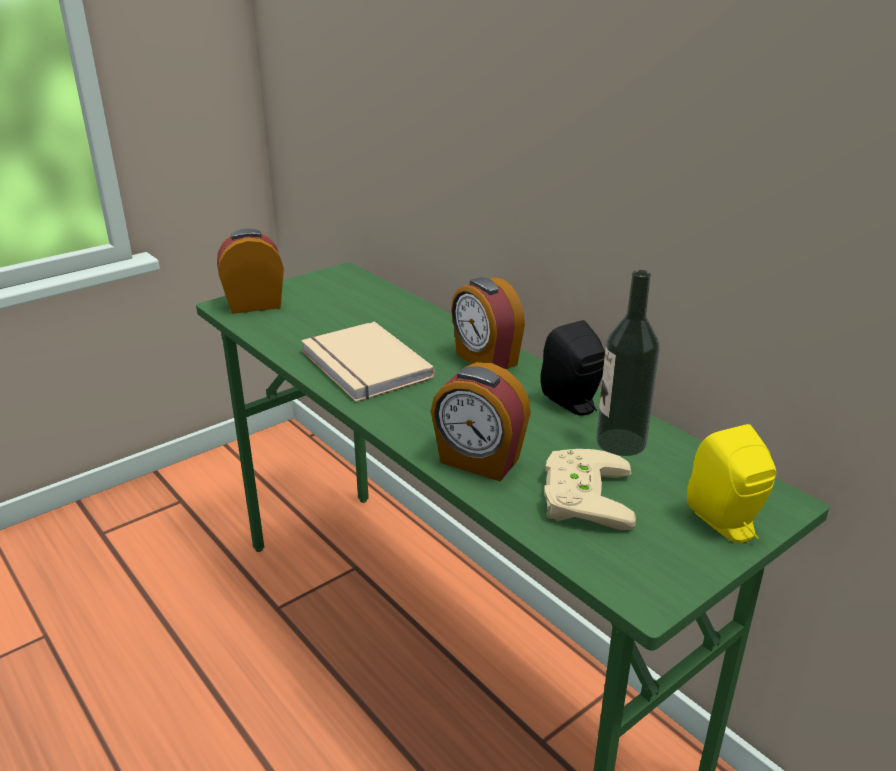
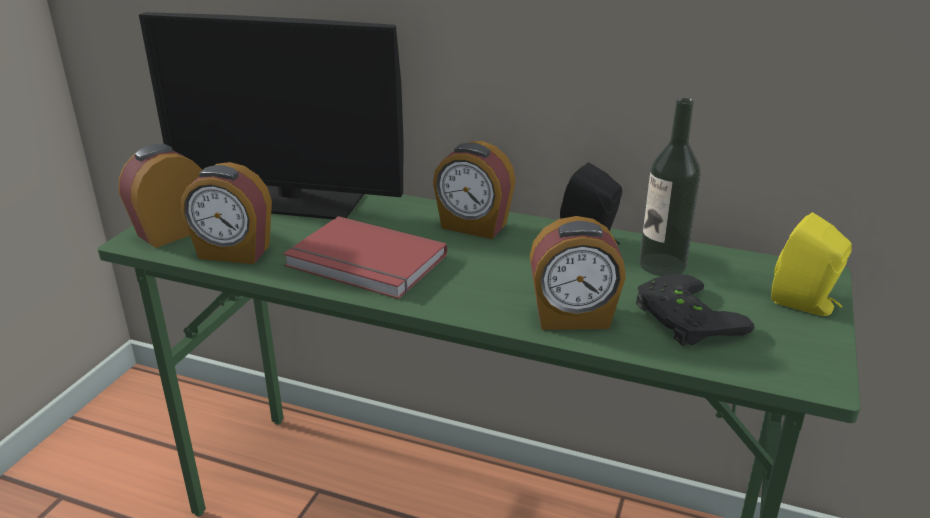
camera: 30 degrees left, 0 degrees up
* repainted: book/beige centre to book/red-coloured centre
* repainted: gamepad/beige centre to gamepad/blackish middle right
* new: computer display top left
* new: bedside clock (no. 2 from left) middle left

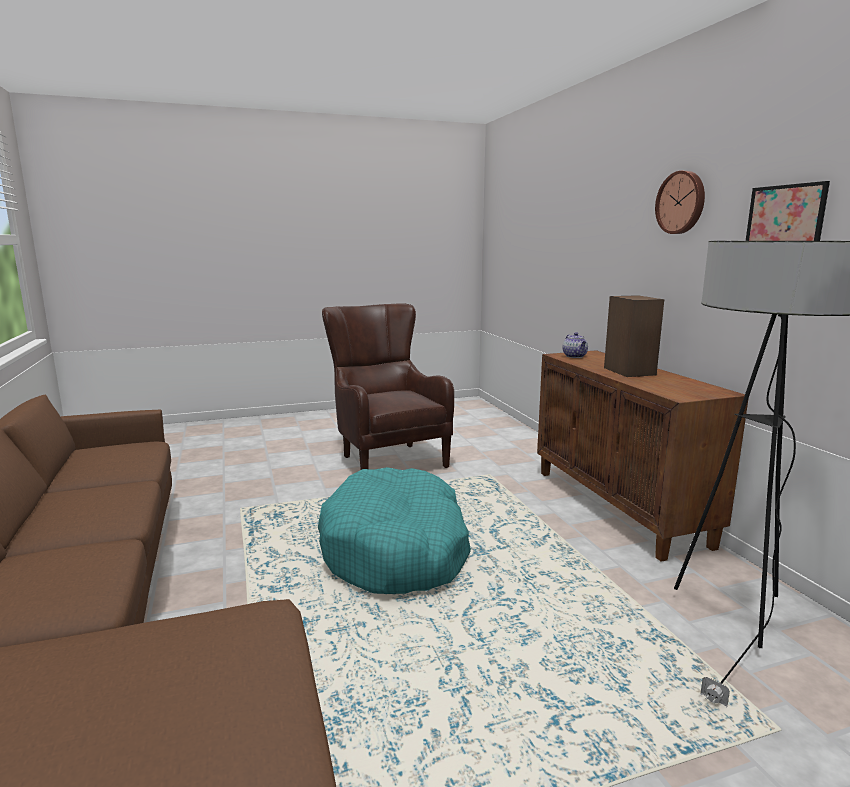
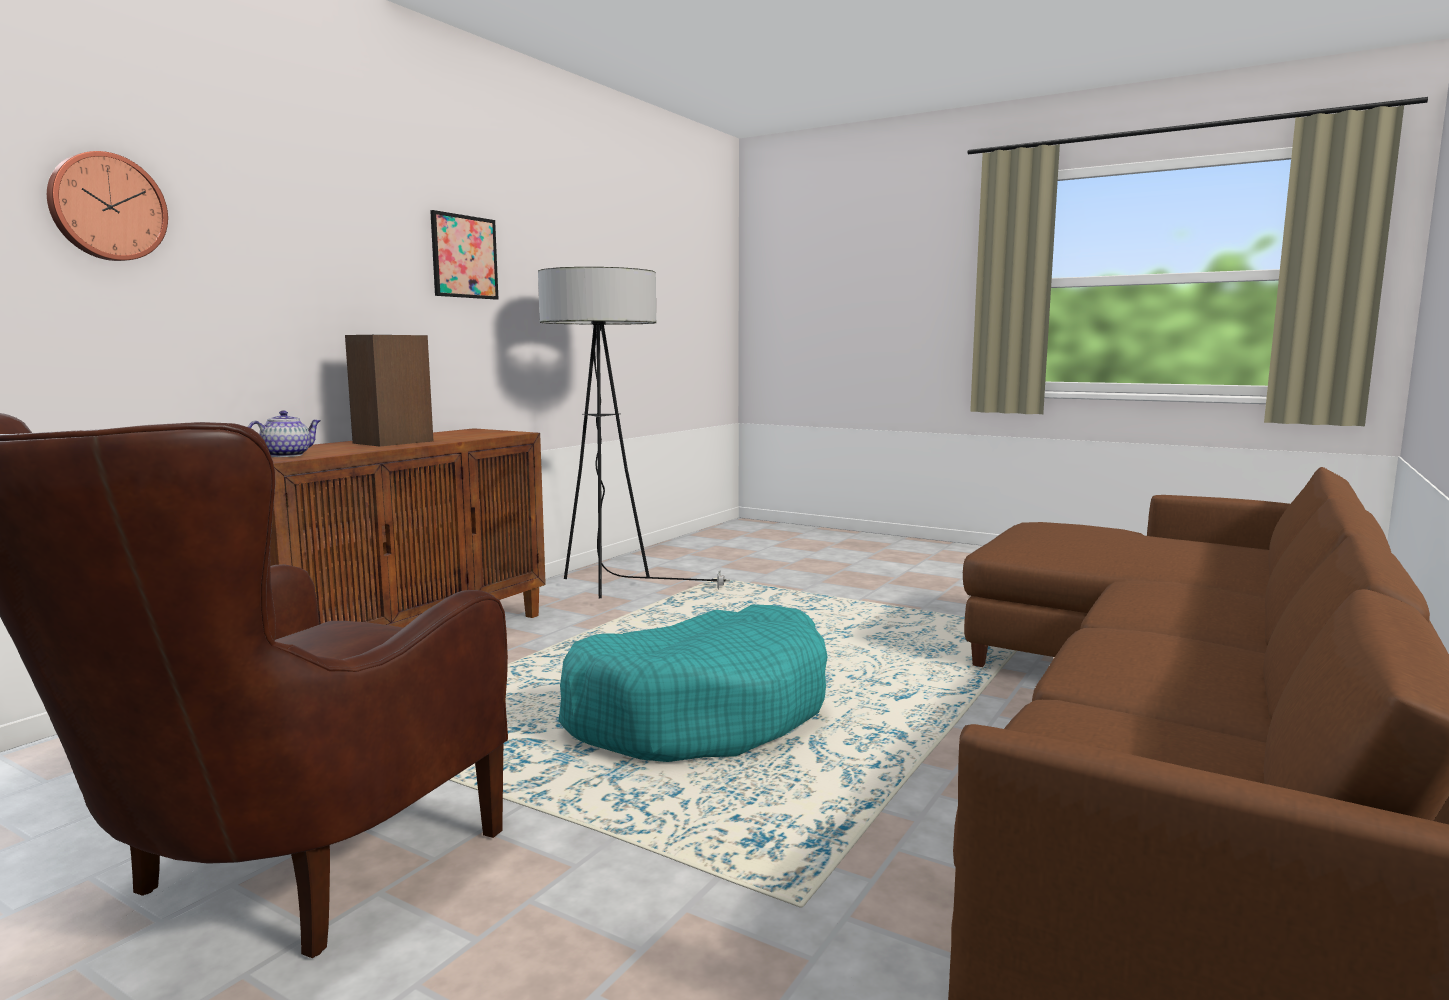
camera: 130 degrees left, 5 degrees down
* shifted: hanging clock top right to top left

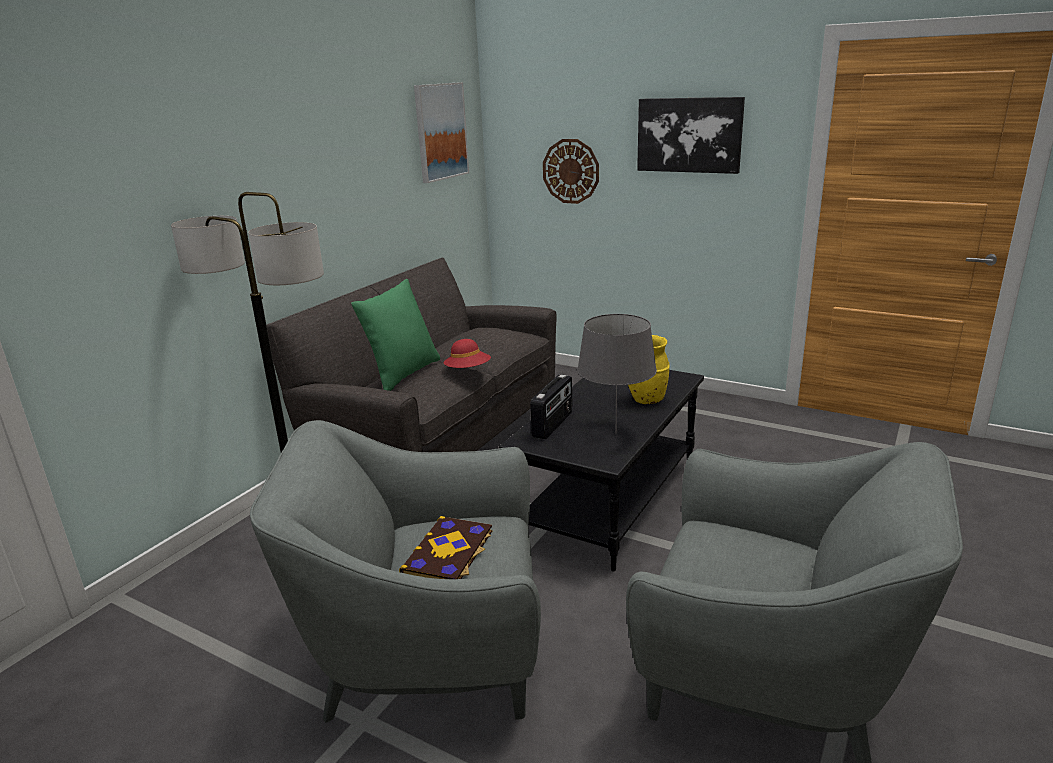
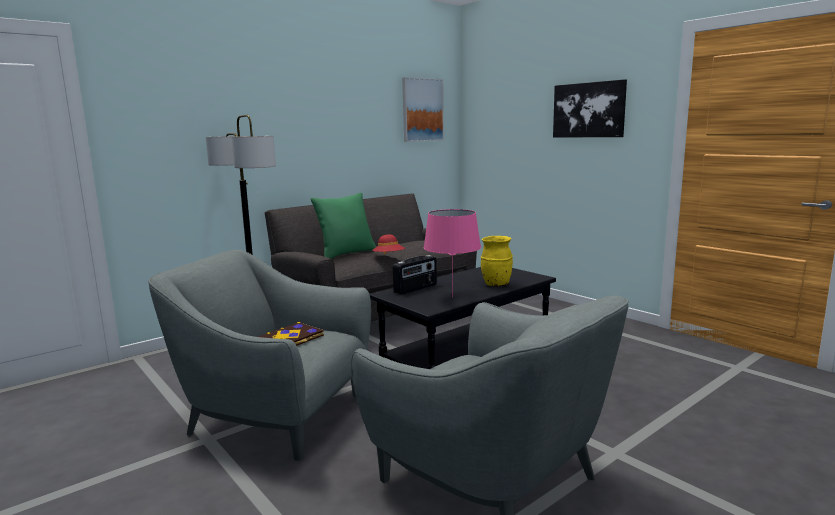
camera: 20 degrees right, 10 degrees down
* gone: hanging clock top centre
* repainted: lamp for a table/grey centre to lamp for a table/pink-coloured centre

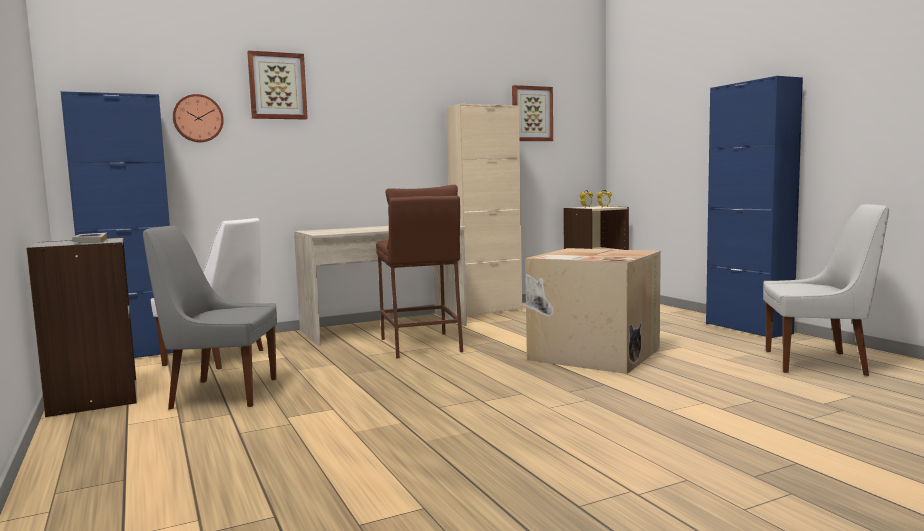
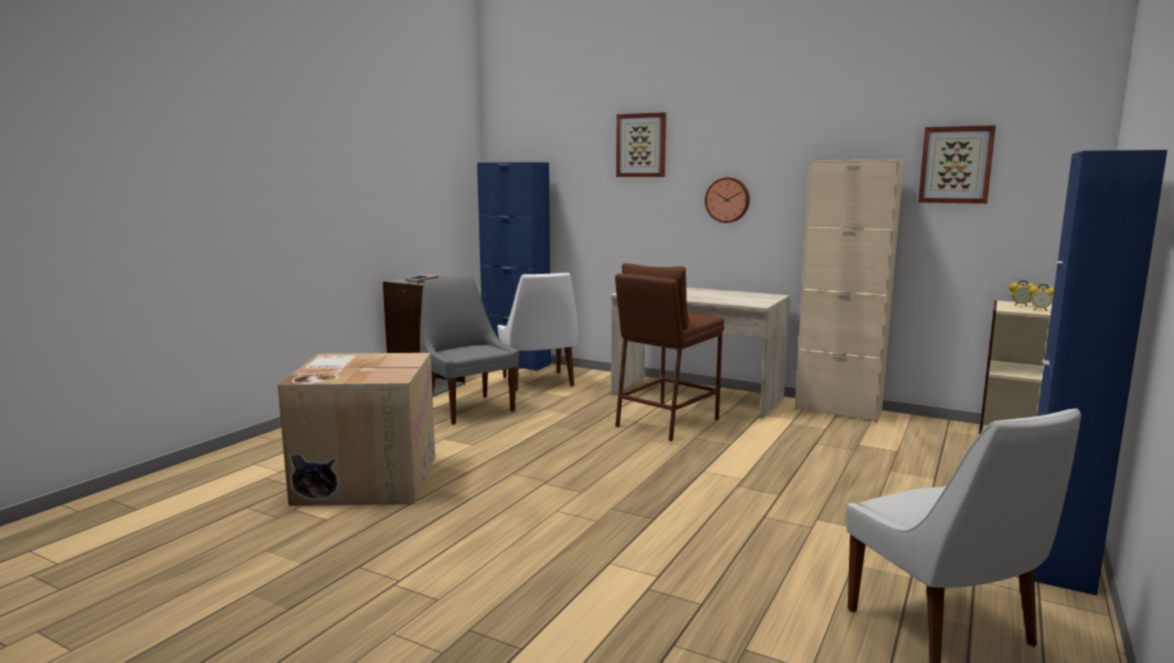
camera: 55 degrees right, 5 degrees up
* shifted: hanging clock top left to top centre
* shifted: carton centre to middle left

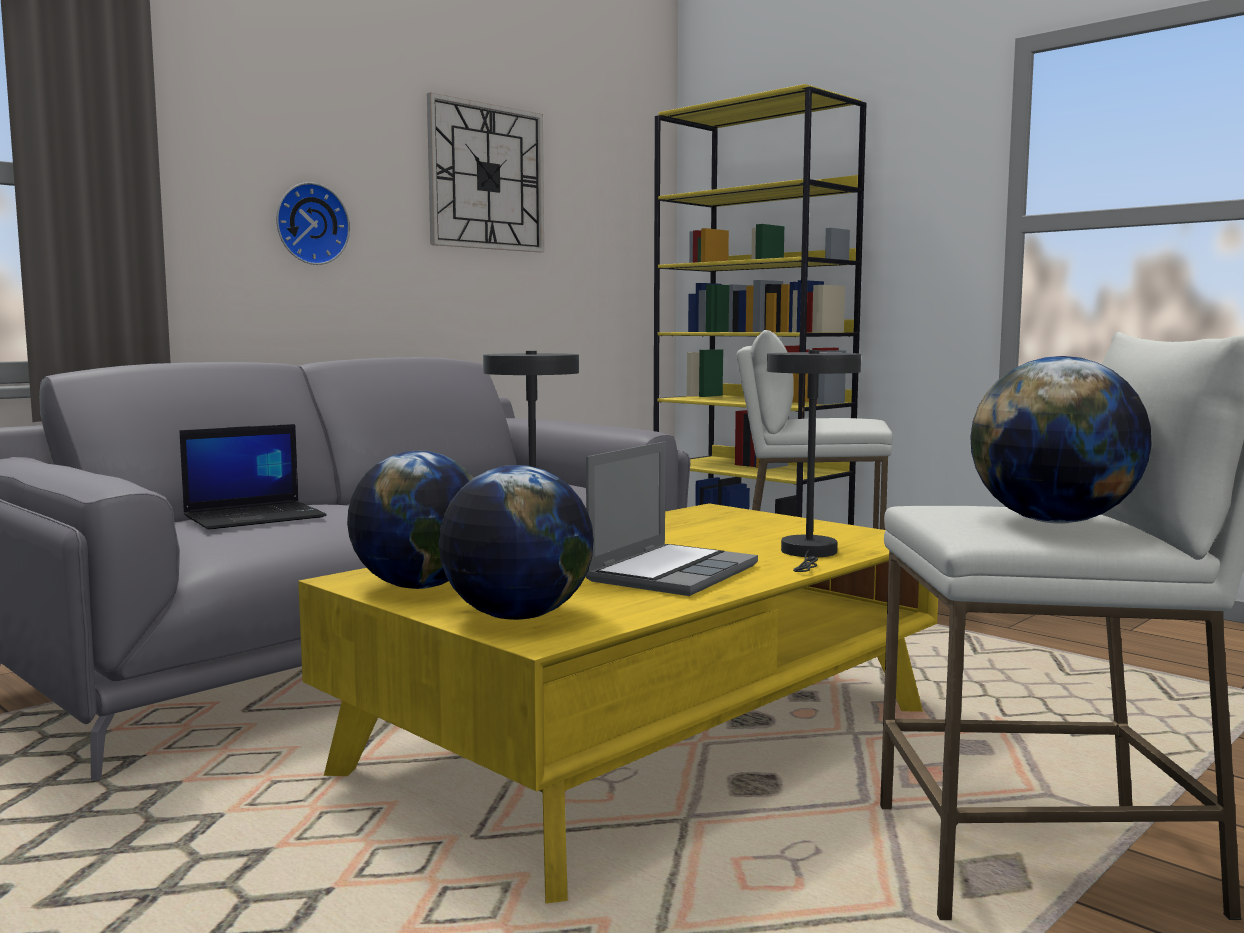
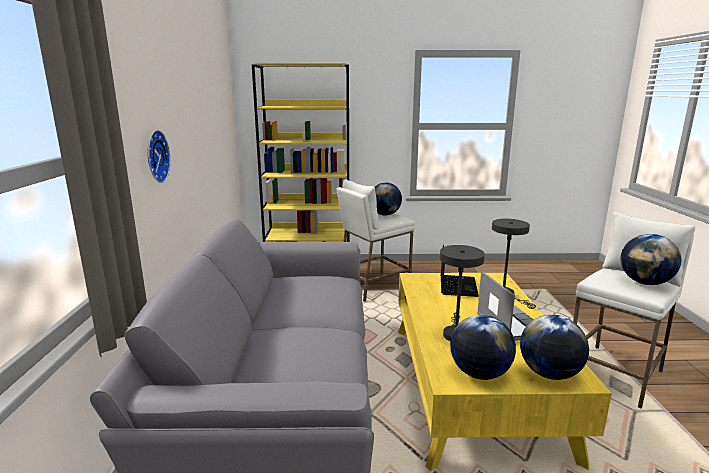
camera: 45 degrees left, 10 degrees up
* shifted: portable computer (no. 1 from left) middle left to centre
* gone: hanging clock (no. 2 from left) top centre
* new: globe (no. 1 from left) centre

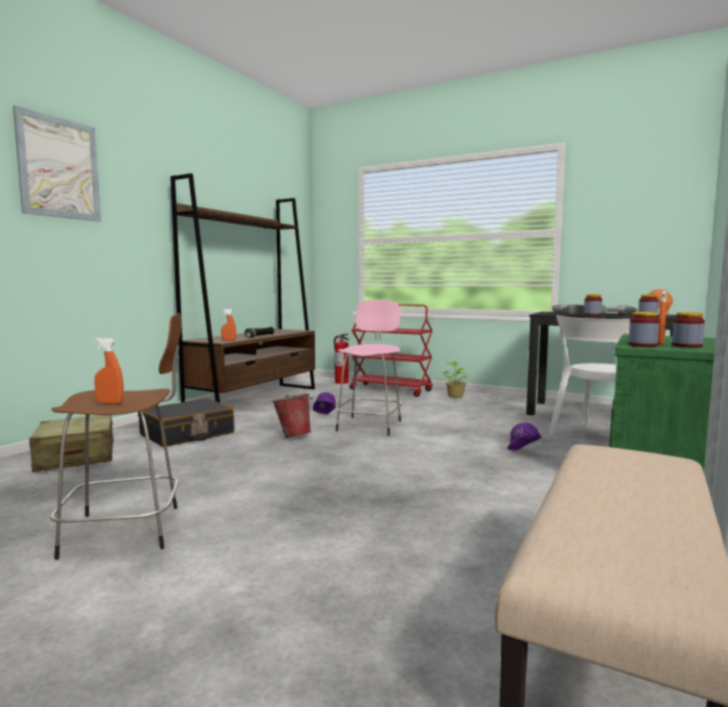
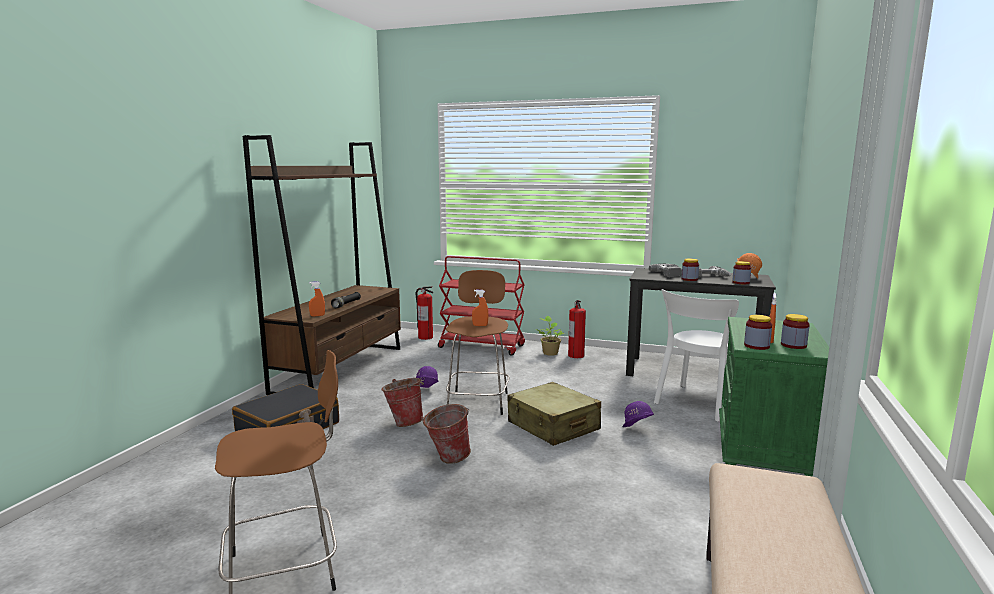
camera: 10 degrees left, 5 degrees up
* gone: picture top left
* shifted: piece of luggage/beige middle left to bottom centre
* shifted: sprayer/orangey (no. 1 from left in the first image) middle left to sprayer/orangey (no. 2 from left) centre
* repainted: sitting stool/pink-coloured centre to sitting stool/brown-coloured (no. 2 from left) centre
* new: pail (no. 2 from left) bottom centre
* new: fire-fighting cylinder (no. 2 from left) centre

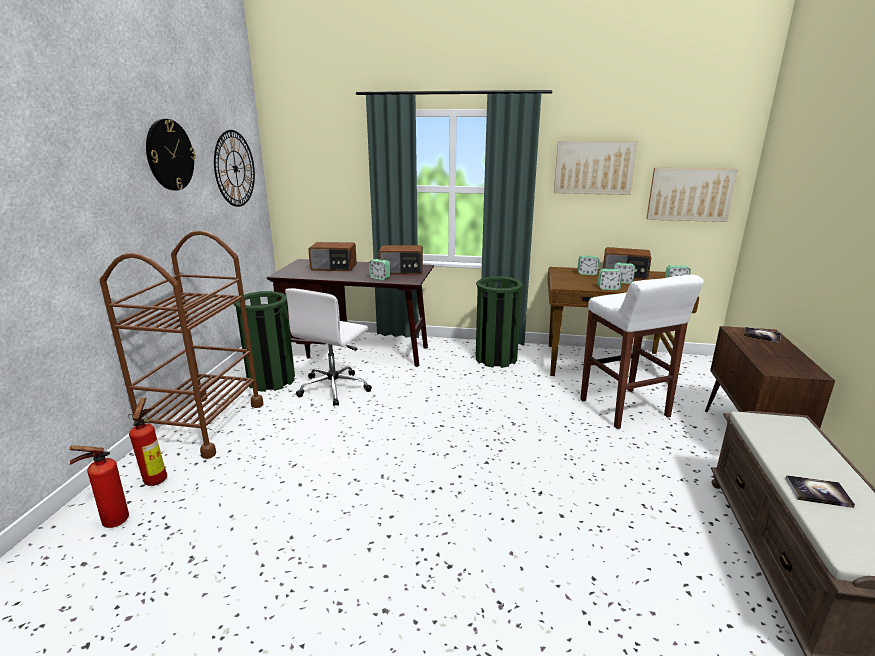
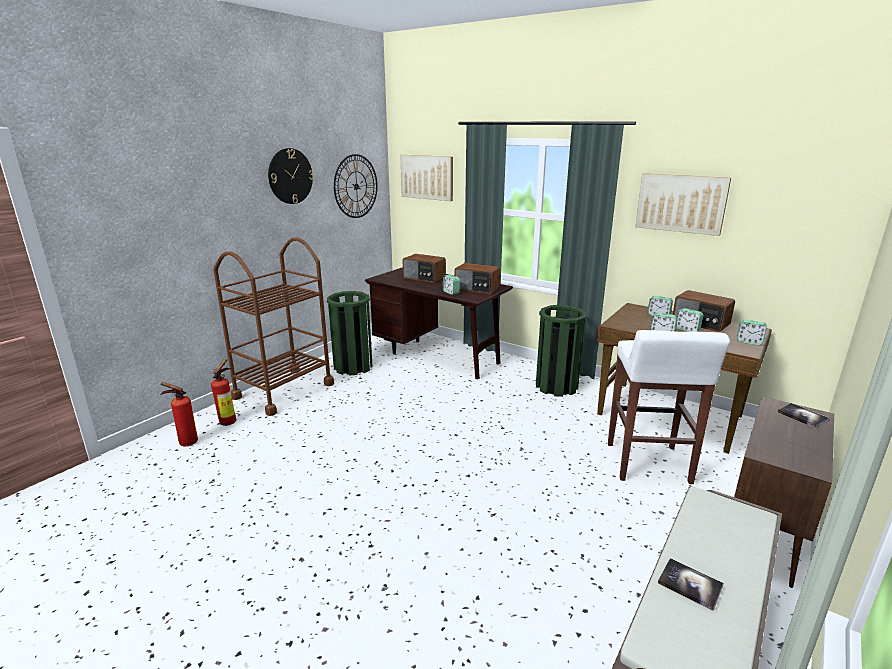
camera: 25 degrees right, 0 degrees up
* gone: office chair/whitish centre
* shifted: picture (no. 2 from left in the first image) top right to picture (no. 1 from left) top centre

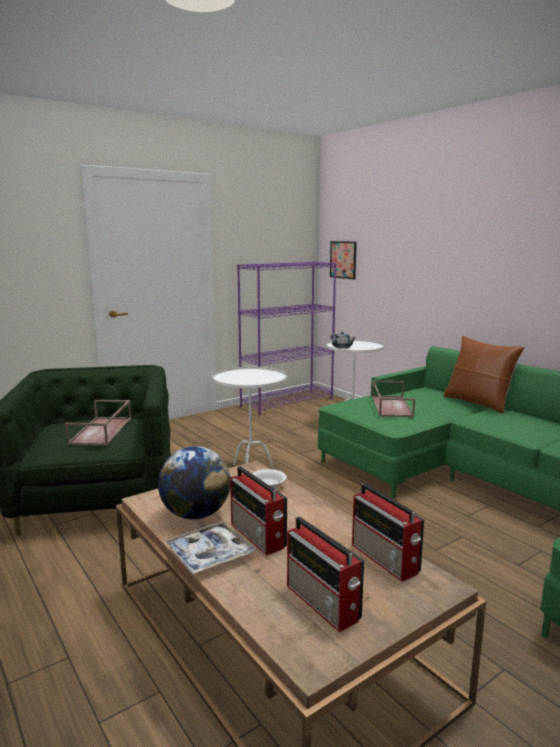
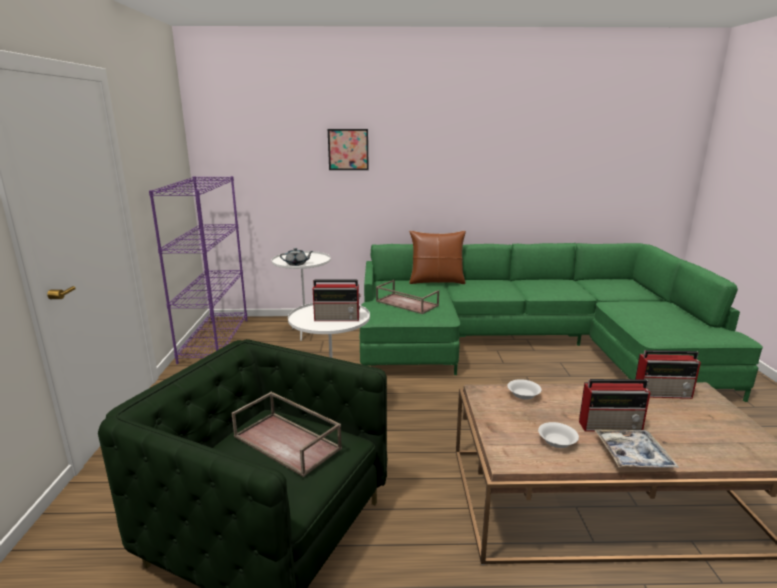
camera: 55 degrees left, 5 degrees up
* swapped: globe centre to deep dish/whitish (no. 2 from left) bottom right
* shifted: radio receiver (no. 2 from left in the first image) bottom centre to radio receiver (no. 1 from left) centre
* shifted: picture centre to top centre

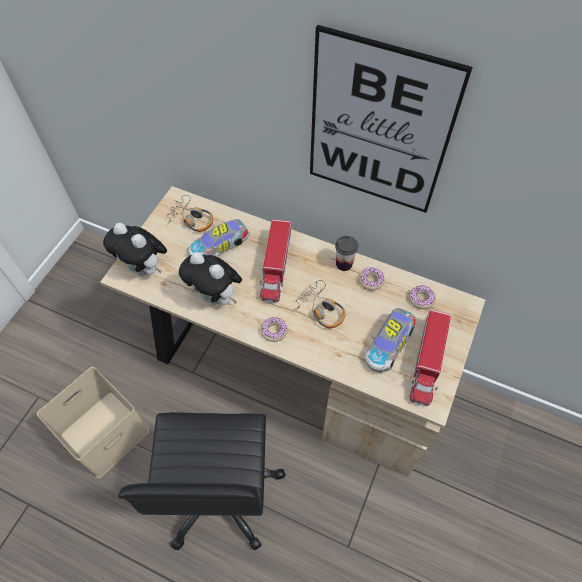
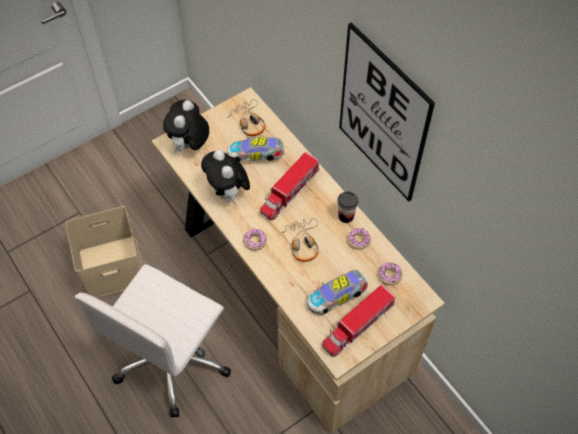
camera: 30 degrees right, 0 degrees up
* rotated: plush toy (no. 1 from left) middle left = top left 45 degrees clockwise
* repainted: office chair/blackish bottom centre to office chair/whitish bottom left

